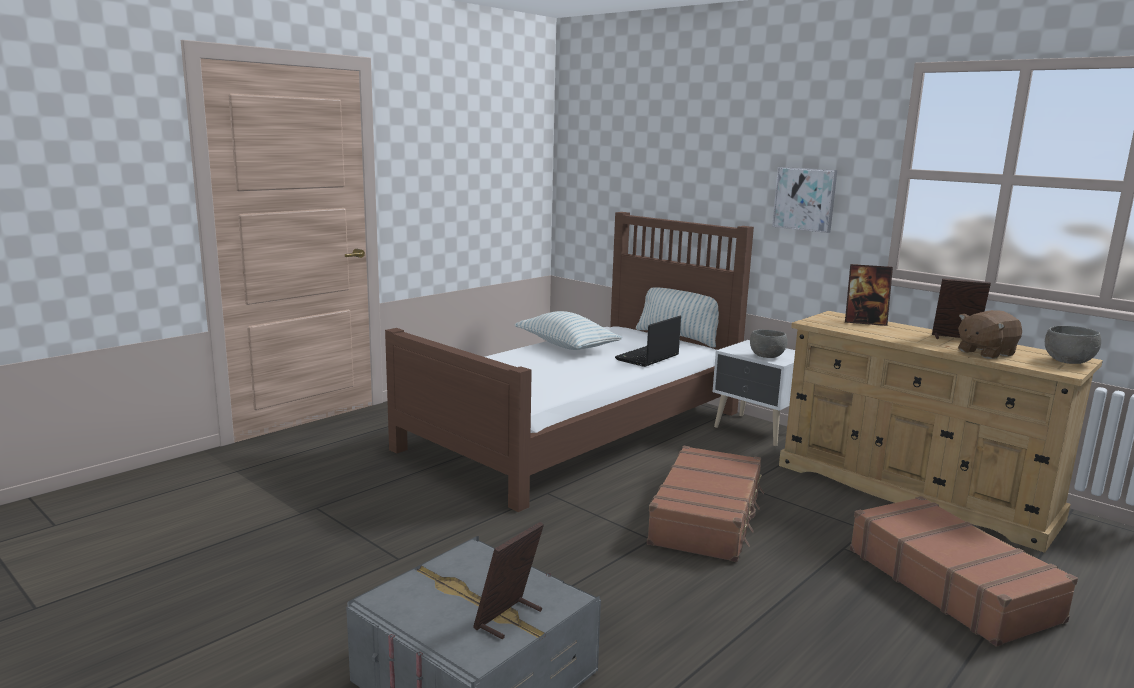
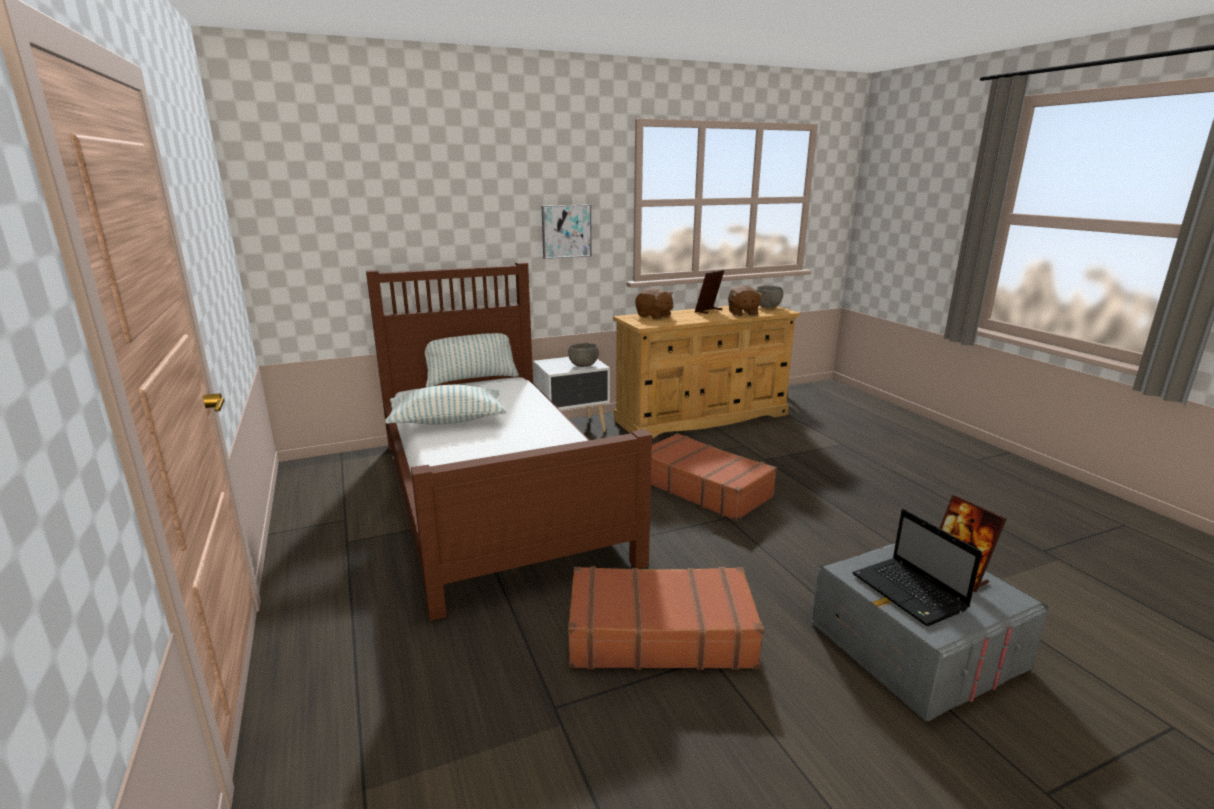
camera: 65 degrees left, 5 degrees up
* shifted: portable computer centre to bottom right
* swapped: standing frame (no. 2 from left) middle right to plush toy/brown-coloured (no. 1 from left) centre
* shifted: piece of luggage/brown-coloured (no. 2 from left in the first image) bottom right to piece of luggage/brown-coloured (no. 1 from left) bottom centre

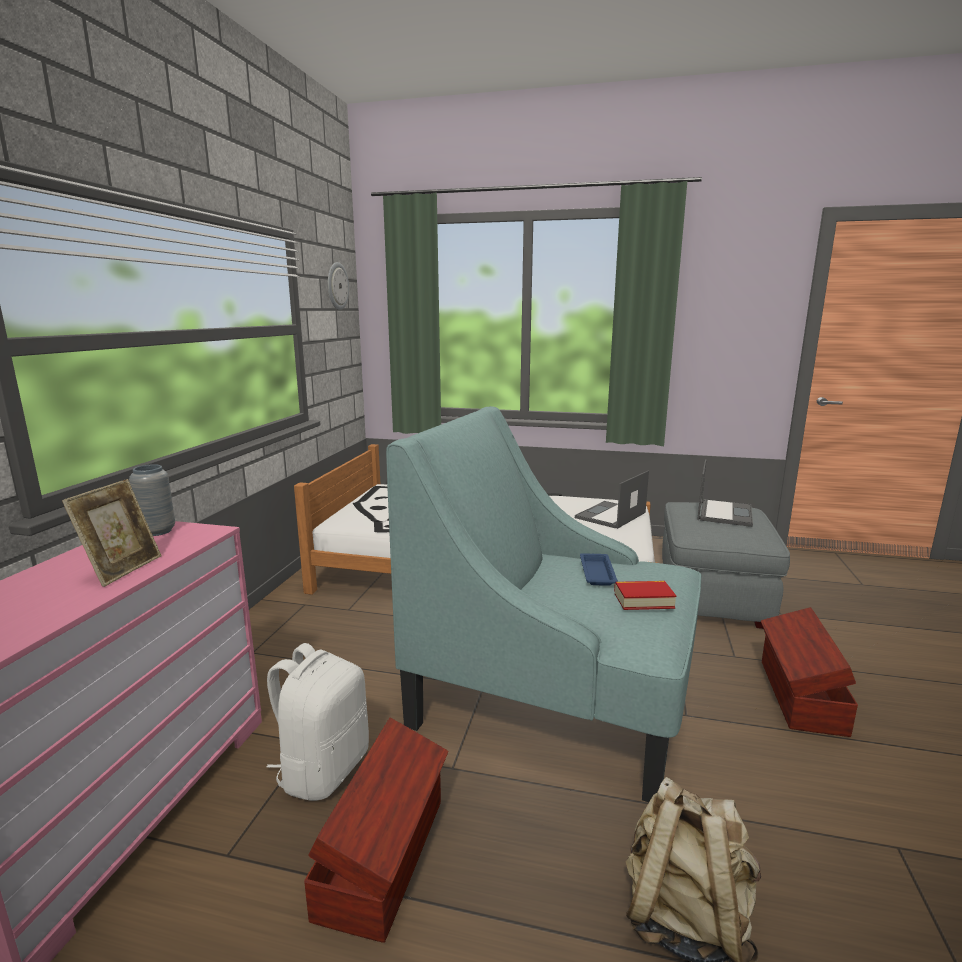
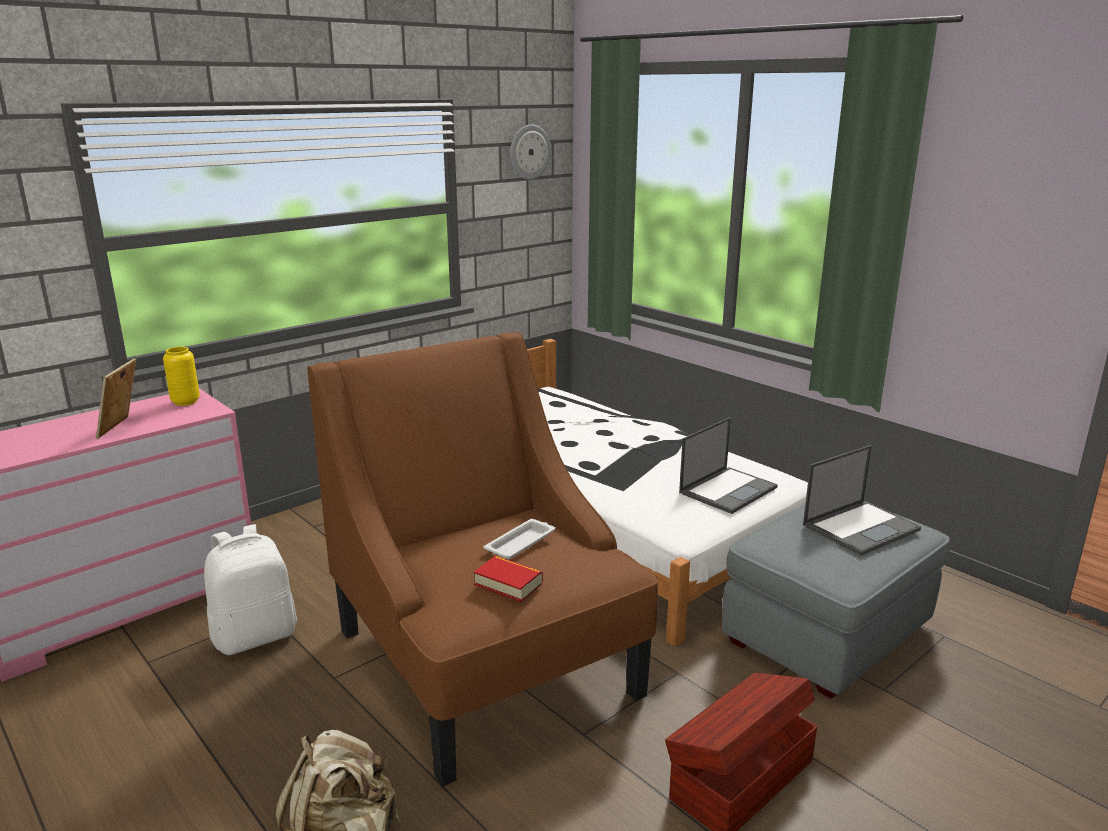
camera: 35 degrees right, 5 degrees up
* rotated: standing frame middle left = middle left 135 degrees clockwise
* repainted: flower vase/grey middle left to flower vase/yellowish middle left
* gone: storage container/brown-coloured (no. 1 from left) bottom centre
* repainted: easy chair/turquoise-coloured centre to easy chair/brown-coloured bottom centre
* rotated: portable computer (no. 1 from left) centre = centre 150 degrees clockwise
* repainted: tray/bluish centre to tray/whitish centre

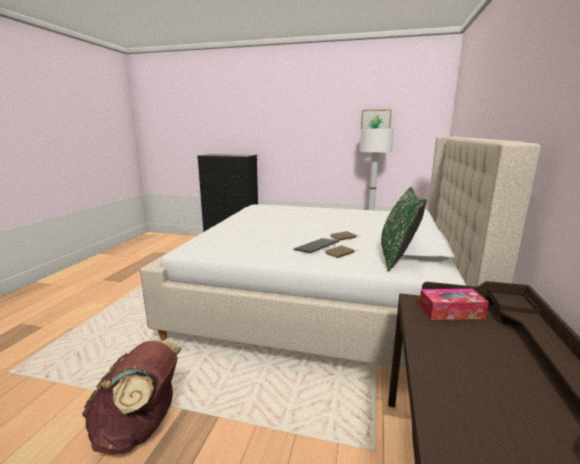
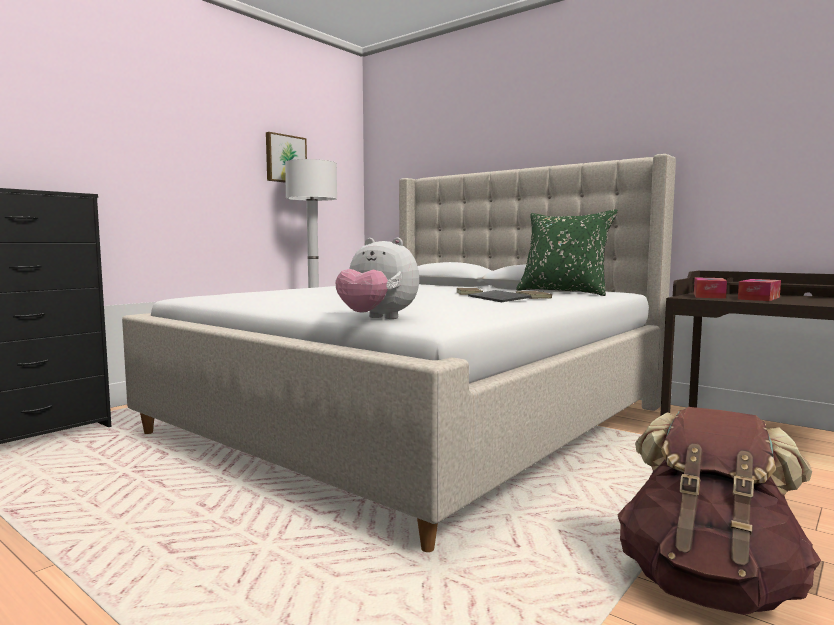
camera: 65 degrees left, 10 degrees down
* new: plush toy centre
* new: tissue holder (no. 2 from left) middle right

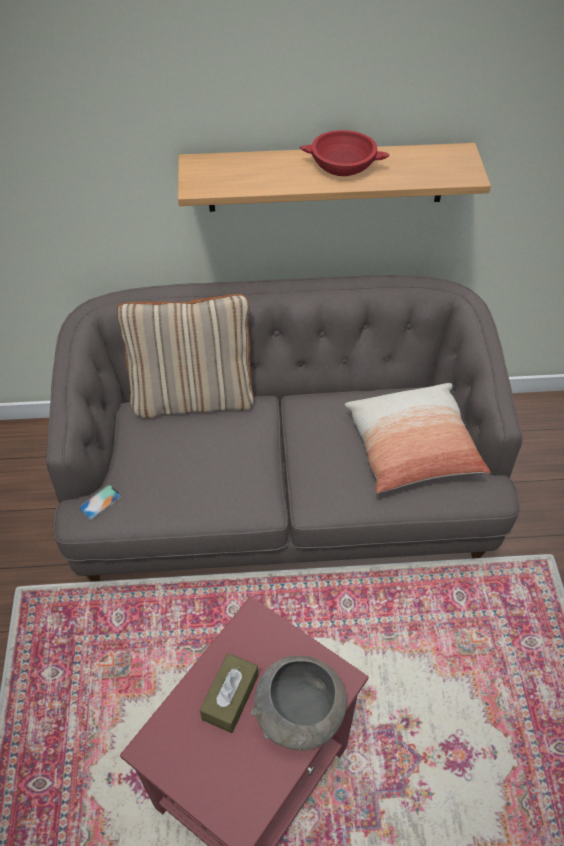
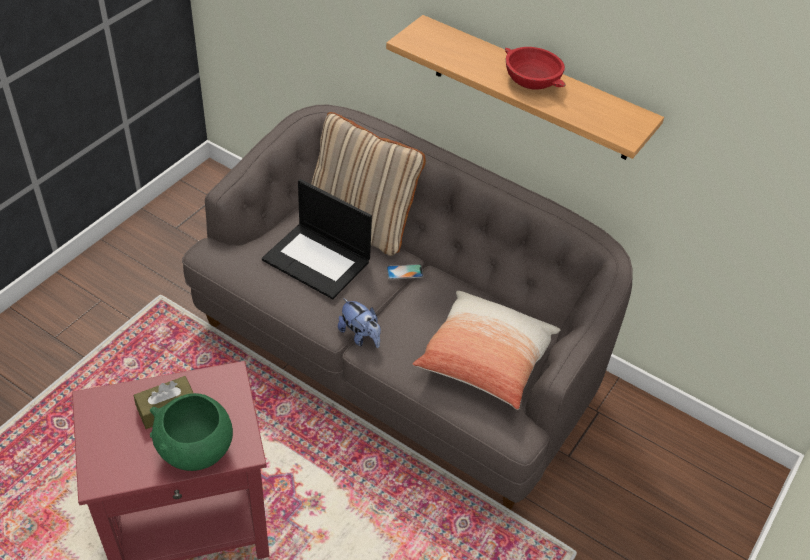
camera: 35 degrees right, 5 degrees down
* shifted: phone middle left to centre
* repainted: deep dish/grey bottom centre to deep dish/green-coloured bottom left
* new: portable computer centre
* new: plush toy centre

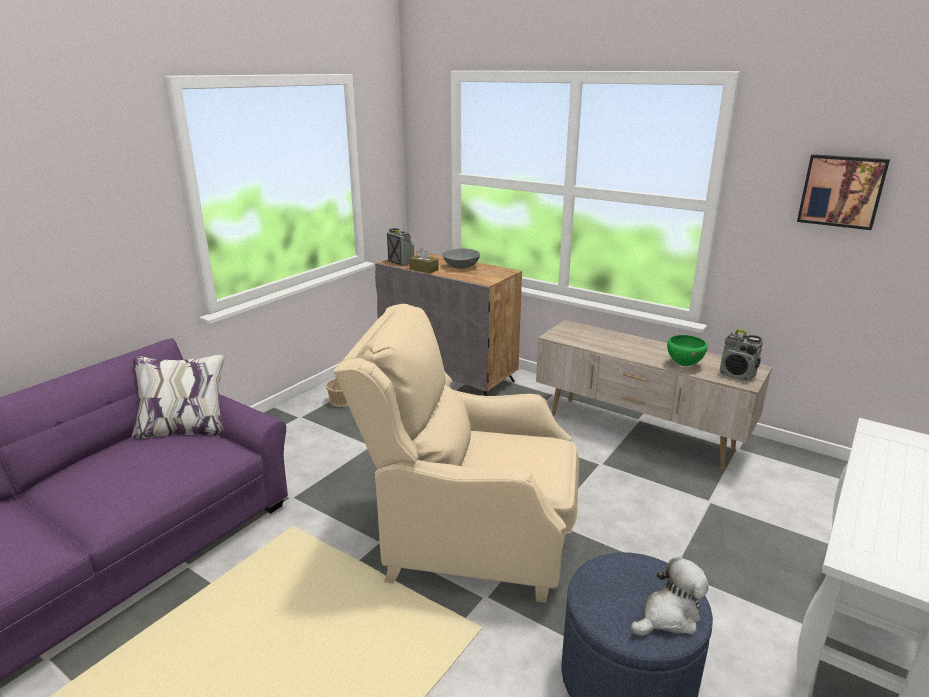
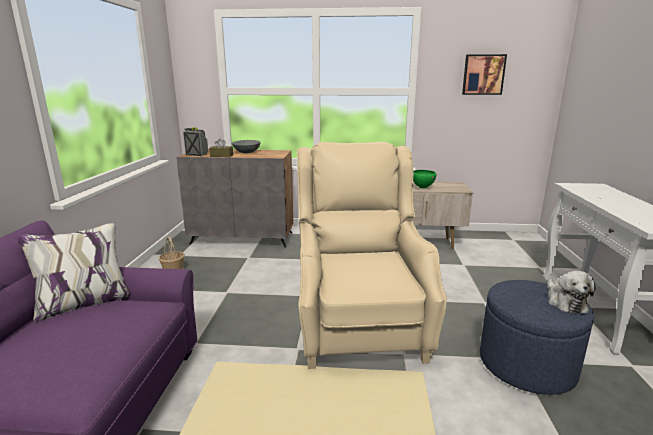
camera: 30 degrees left, 5 degrees down
* rotated: easy chair/beige centre = centre 105 degrees clockwise
* rotated: plush toy bottom right = bottom right 150 degrees clockwise
* gone: radio receiver (no. 2 from left) middle right

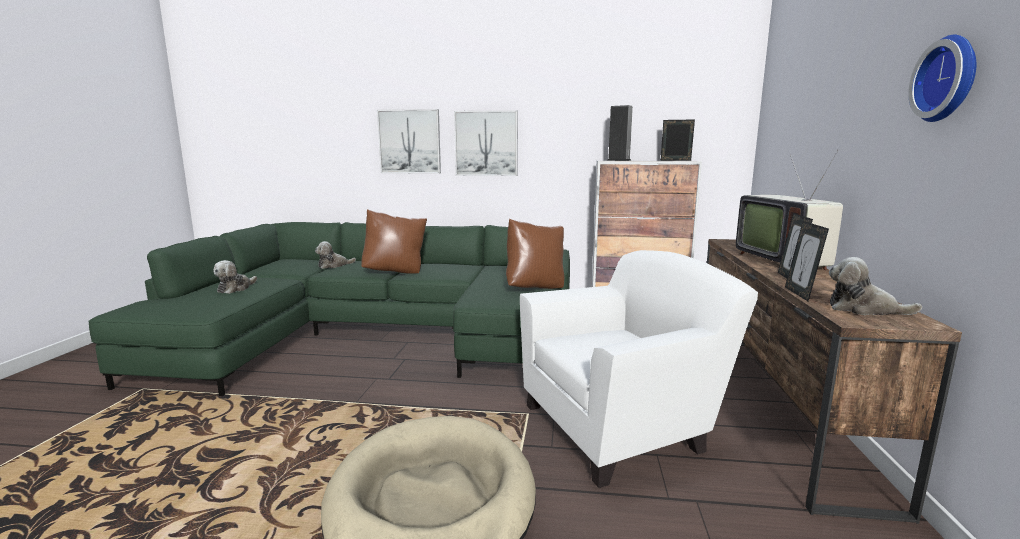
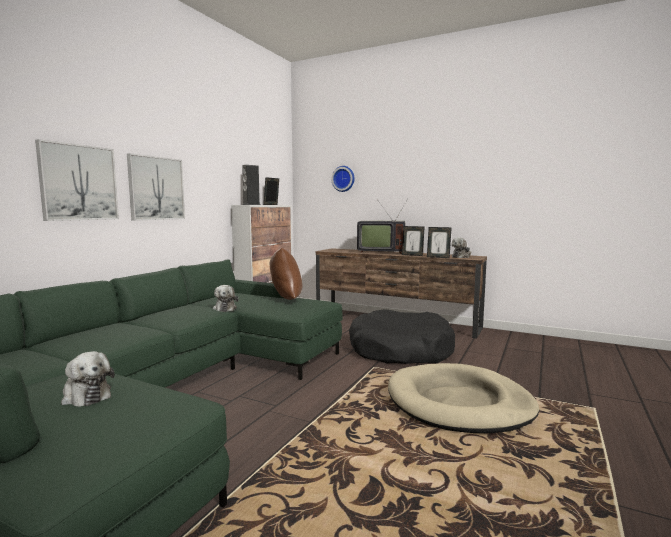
camera: 70 degrees left, 5 degrees down
* shifted: plush toy (no. 2 from left) middle left to centre
* gone: throw pillow/brown-coloured (no. 1 from left) centre
* swapped: easy chair/whitish bottom centre to dog cushion/blackish centre
* shifted: hanging clock top right to centre

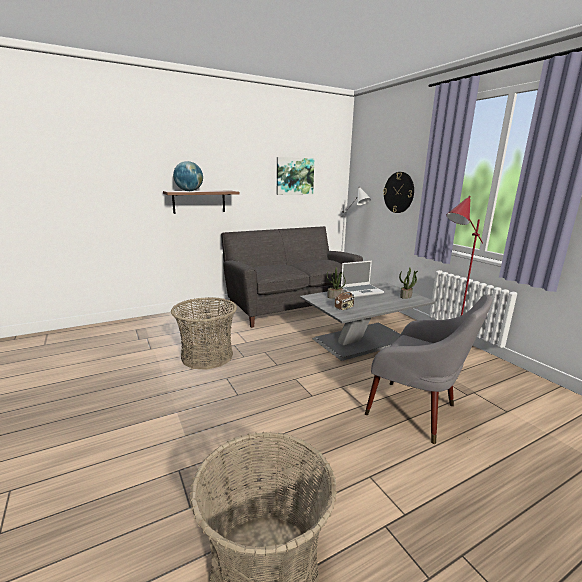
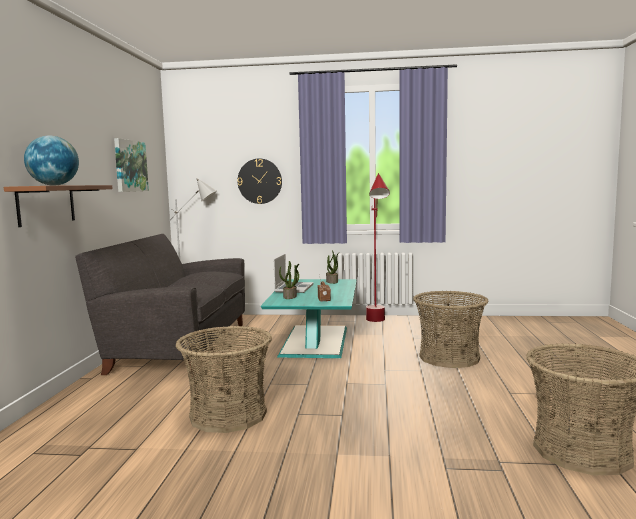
camera: 55 degrees left, 10 degrees down
* repainted: lounge table/grey centre to lounge table/turquoise-coloured centre
* swapped: easy chair/grey middle right to household basket (no. 2 from left) middle right

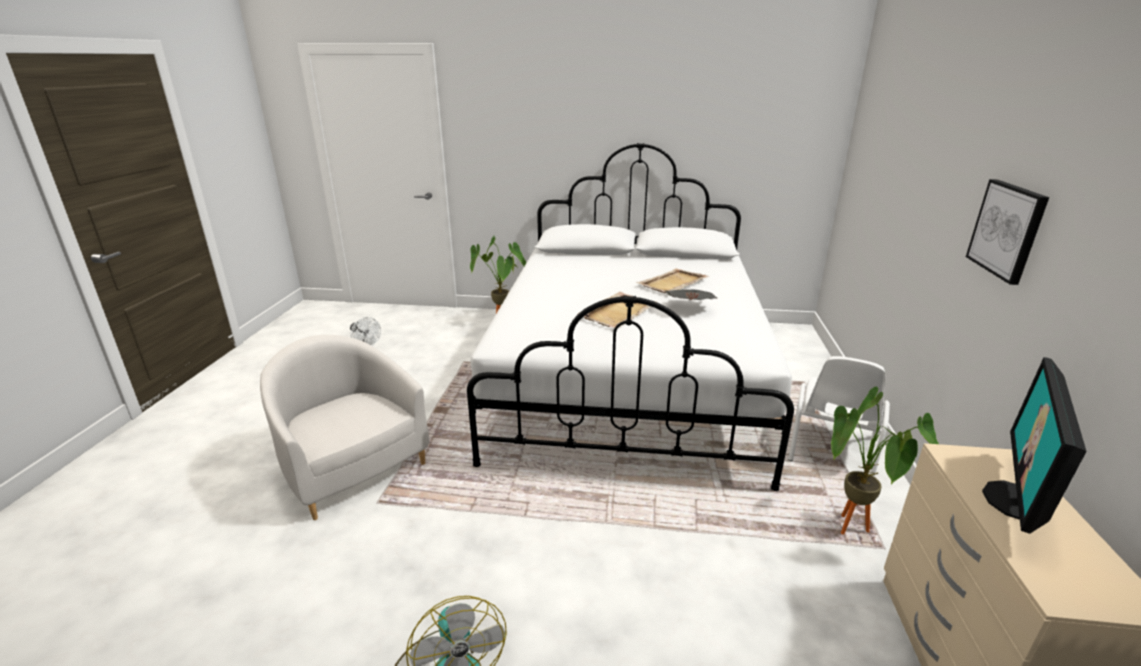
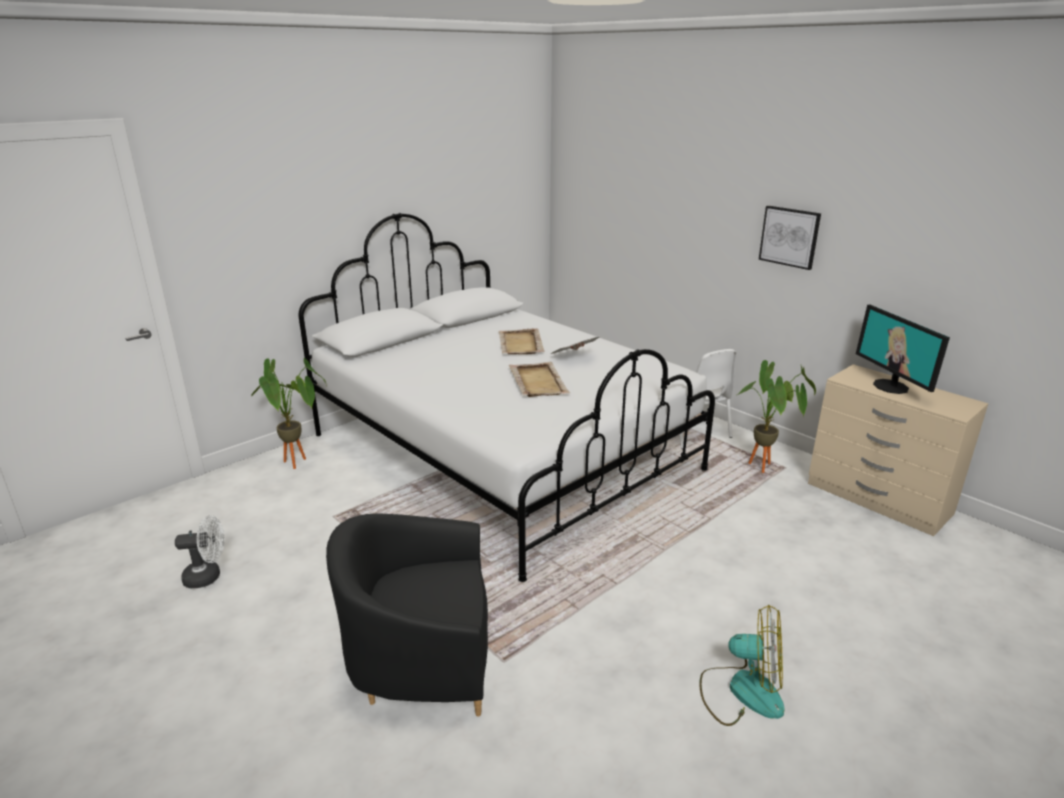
camera: 50 degrees left, 0 degrees up
* repainted: easy chair/whitish middle left to easy chair/blackish bottom centre

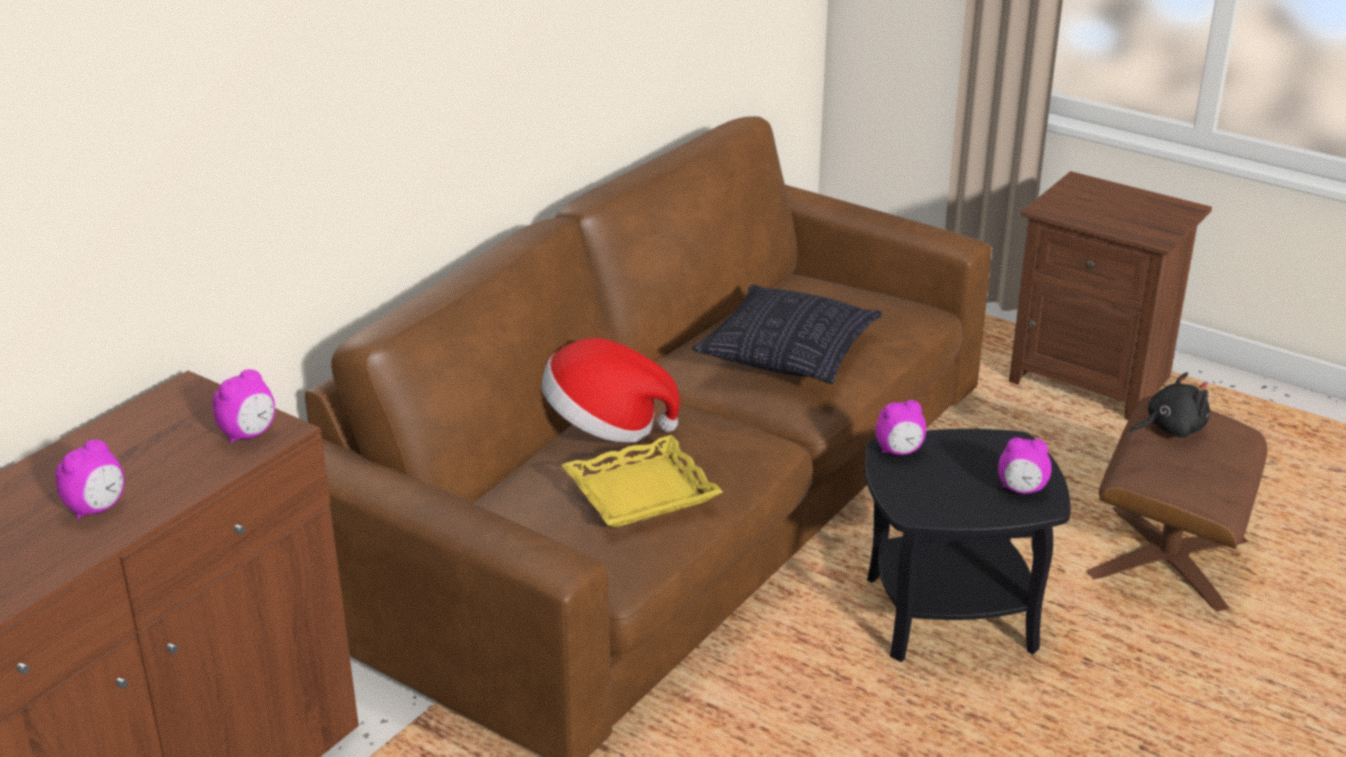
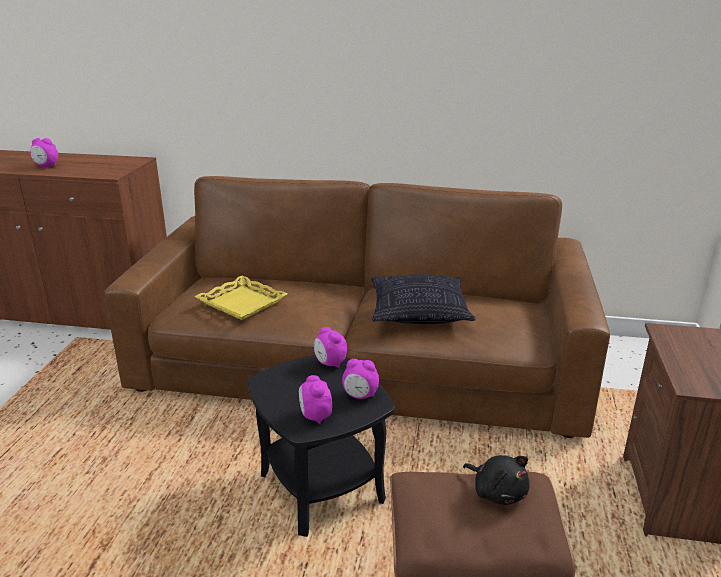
camera: 65 degrees right, 5 degrees down
* shifted: bedside clock (no. 2 from left in the first image) middle left to bedside clock (no. 4 from left) centre
* gone: clothing hat centre

